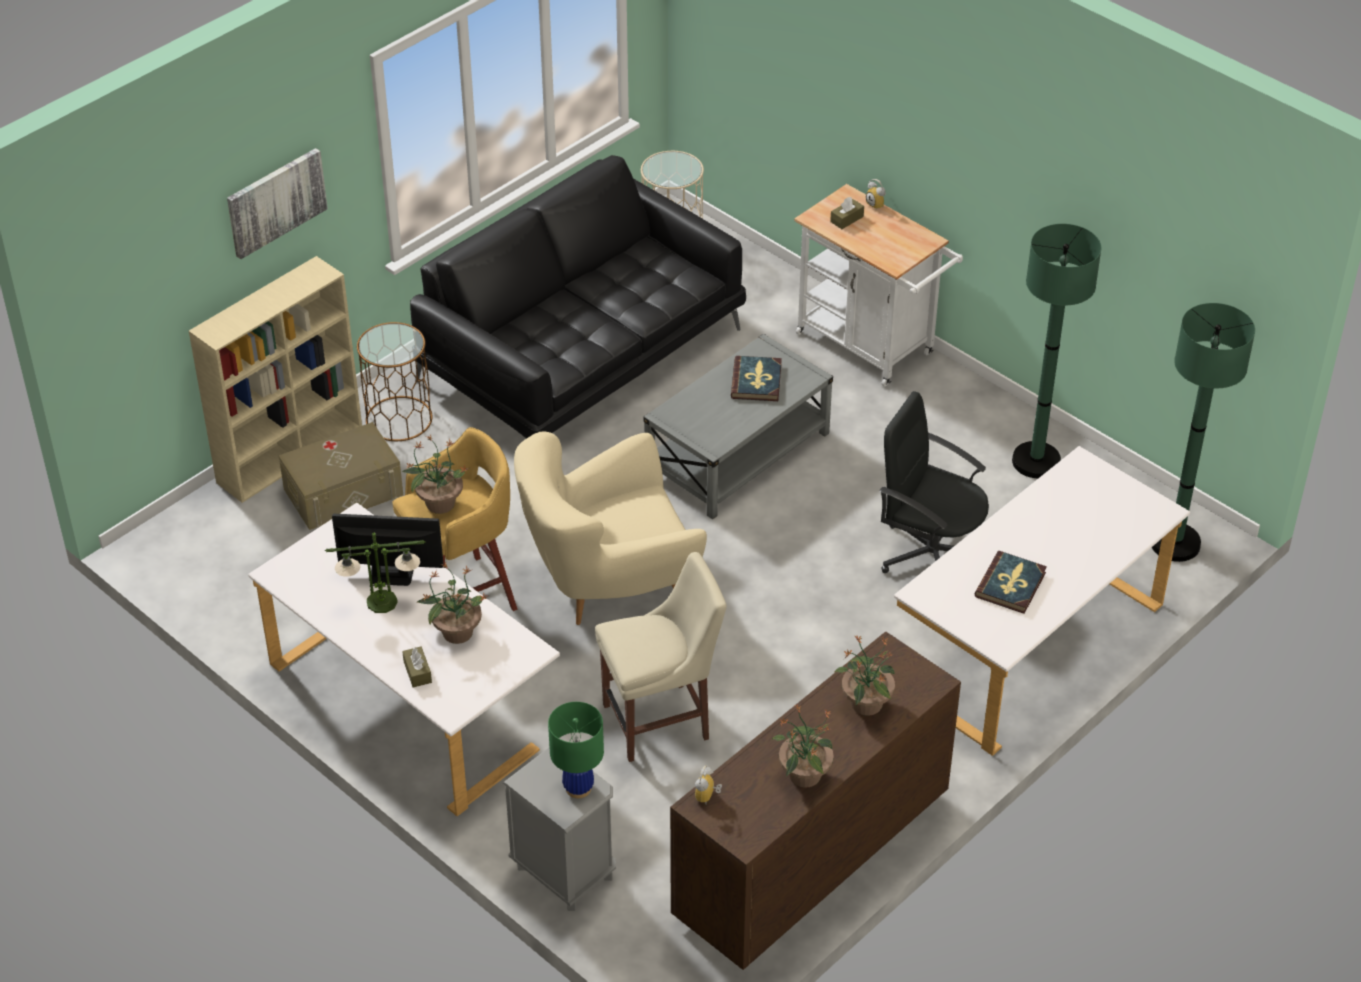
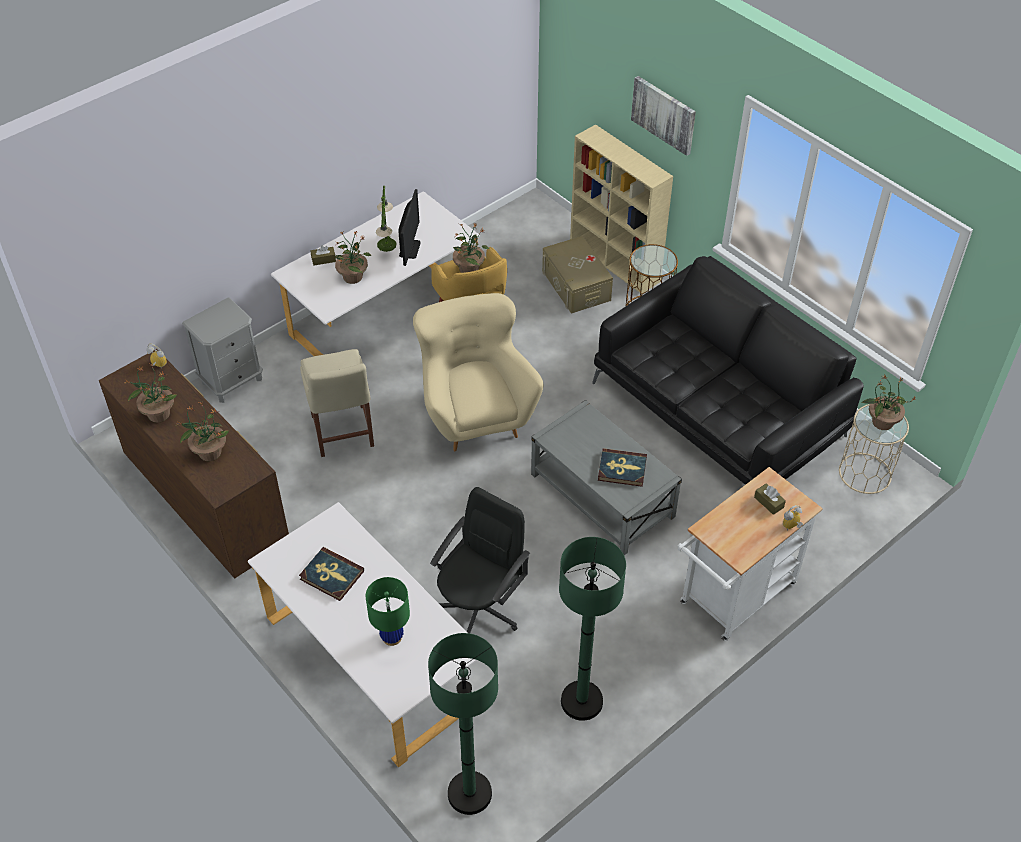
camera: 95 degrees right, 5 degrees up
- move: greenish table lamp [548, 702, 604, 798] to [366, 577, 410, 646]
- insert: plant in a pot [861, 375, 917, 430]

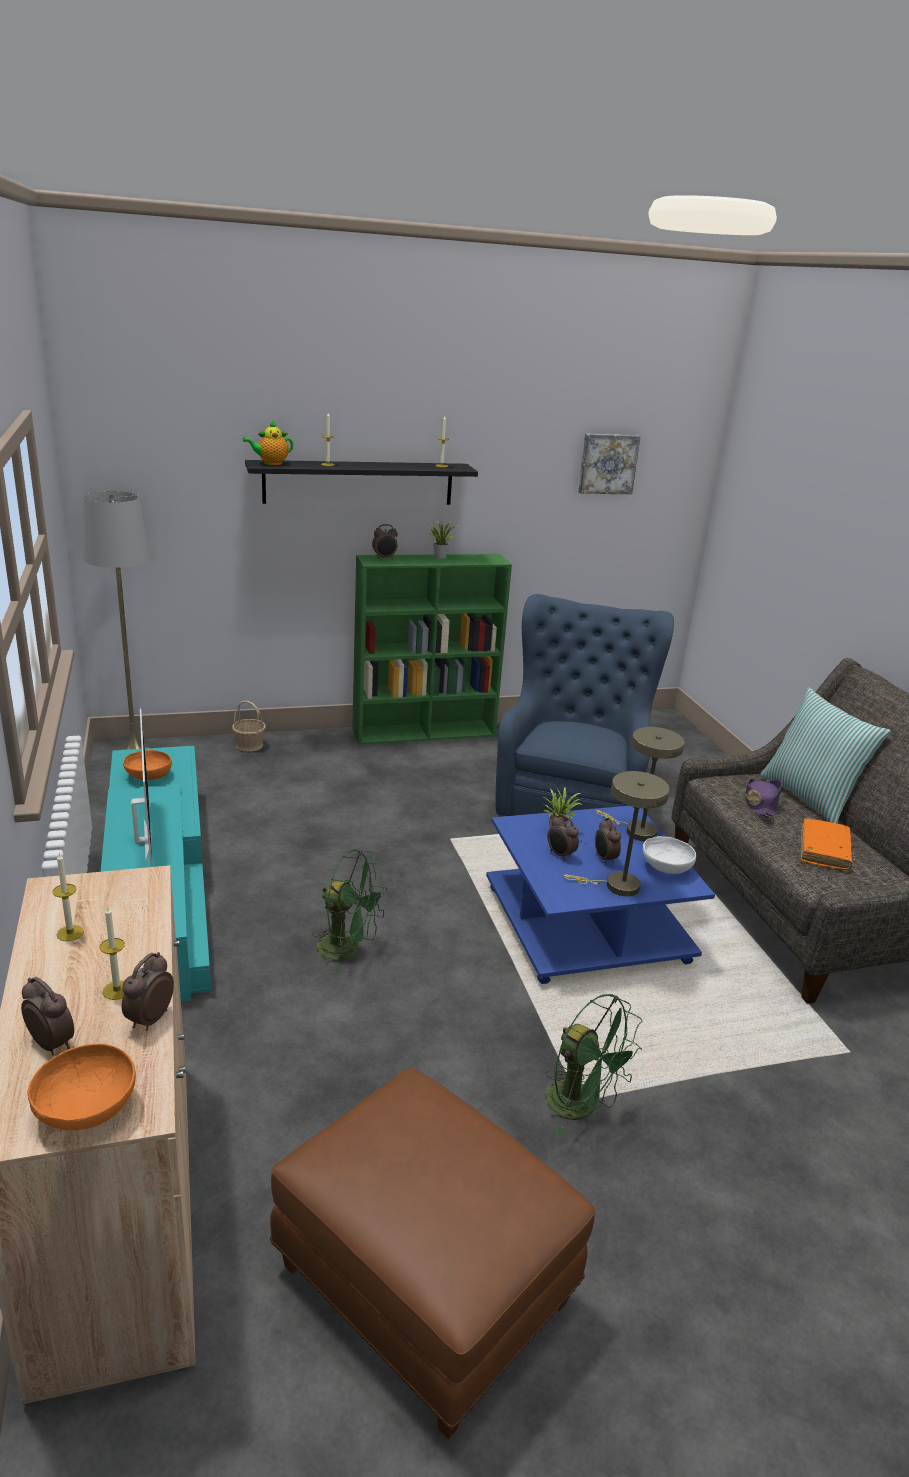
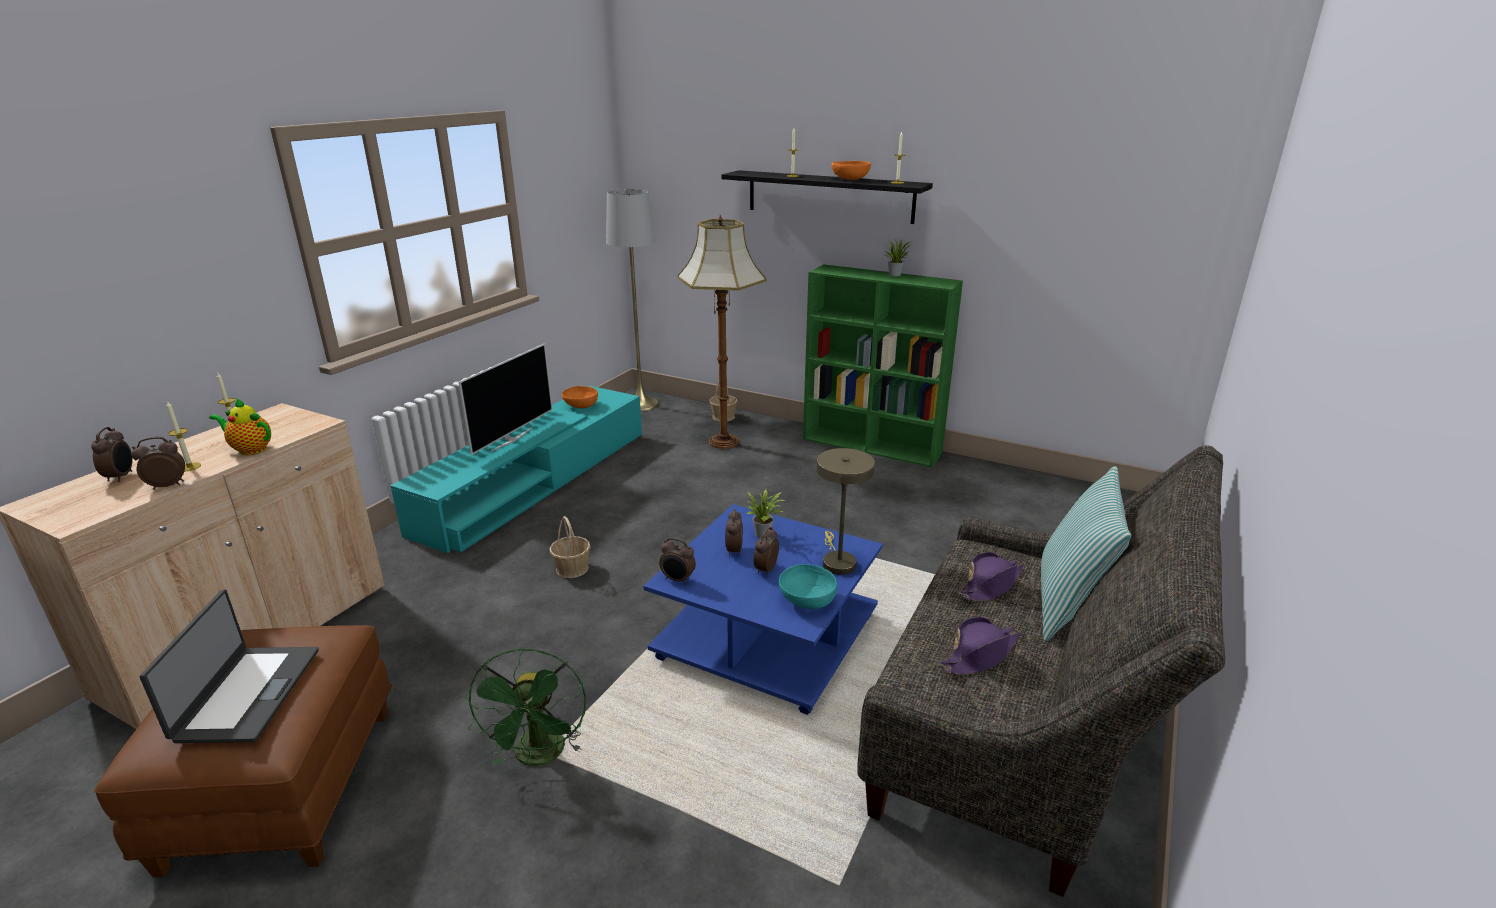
camera: 45 degrees right, 0 degrees up
- move: teapot [242, 421, 293, 465] to [209, 398, 271, 455]
- delete: wall art [578, 434, 641, 494]
- move: bedside clock [372, 524, 398, 559] to [659, 537, 696, 585]
- delete: bluish easy chair [495, 594, 674, 816]
- delete: beige table lamp [564, 771, 670, 896]
- replace: orange bound book [801, 818, 852, 870] to purple-coloured wearable hat [940, 617, 1021, 675]
- recolor: whitish serving bowl [643, 836, 696, 874] to turquoise serving bowl [779, 564, 837, 609]
- replace: greenish electric fan [312, 849, 387, 974] to storage basket [549, 516, 590, 578]
- move: orange serving bowl [27, 1044, 136, 1130] to [832, 161, 871, 180]
- insert: floor lamp [677, 215, 766, 449]
- insert: portable computer [140, 589, 319, 743]

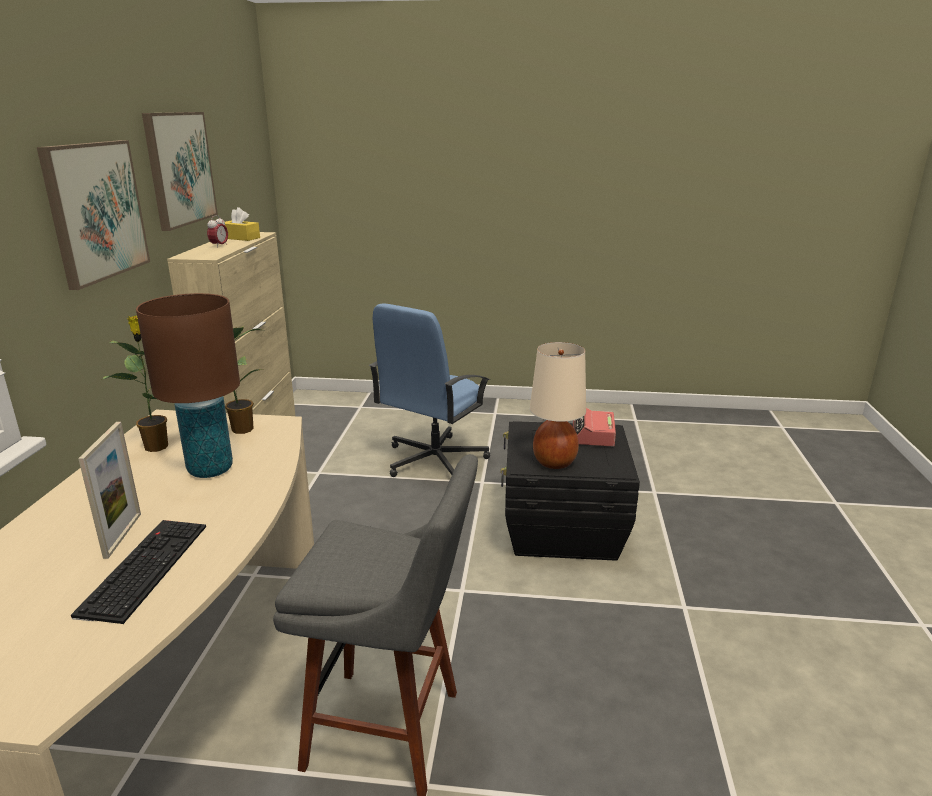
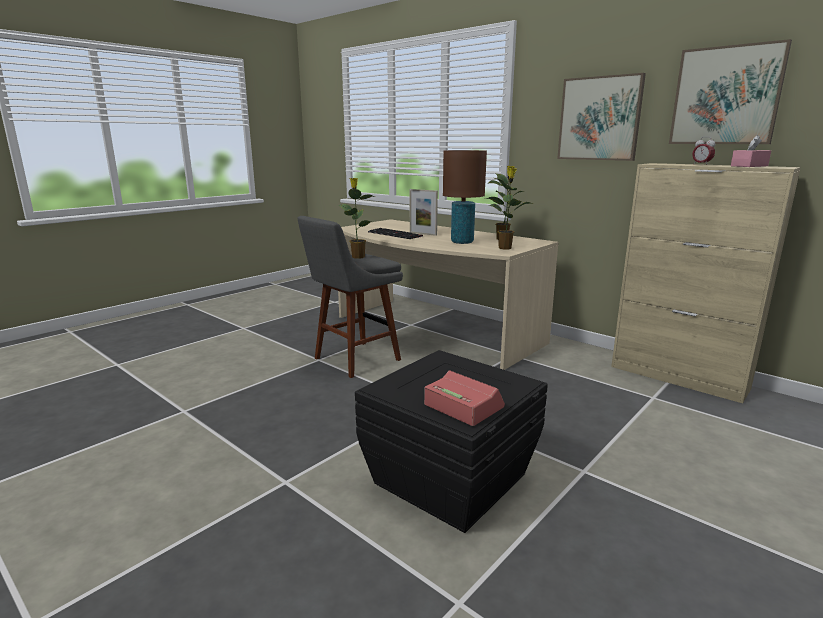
camera: 125 degrees right, 5 degrees down
- recolor: yellow tissue box [225, 207, 260, 241] to pink-coloured tissue box [731, 135, 771, 167]
- delete: bluish computer chair [369, 303, 490, 477]
- delete: beige table lamp [530, 342, 586, 469]
- insert: plant in a pot [338, 178, 375, 259]

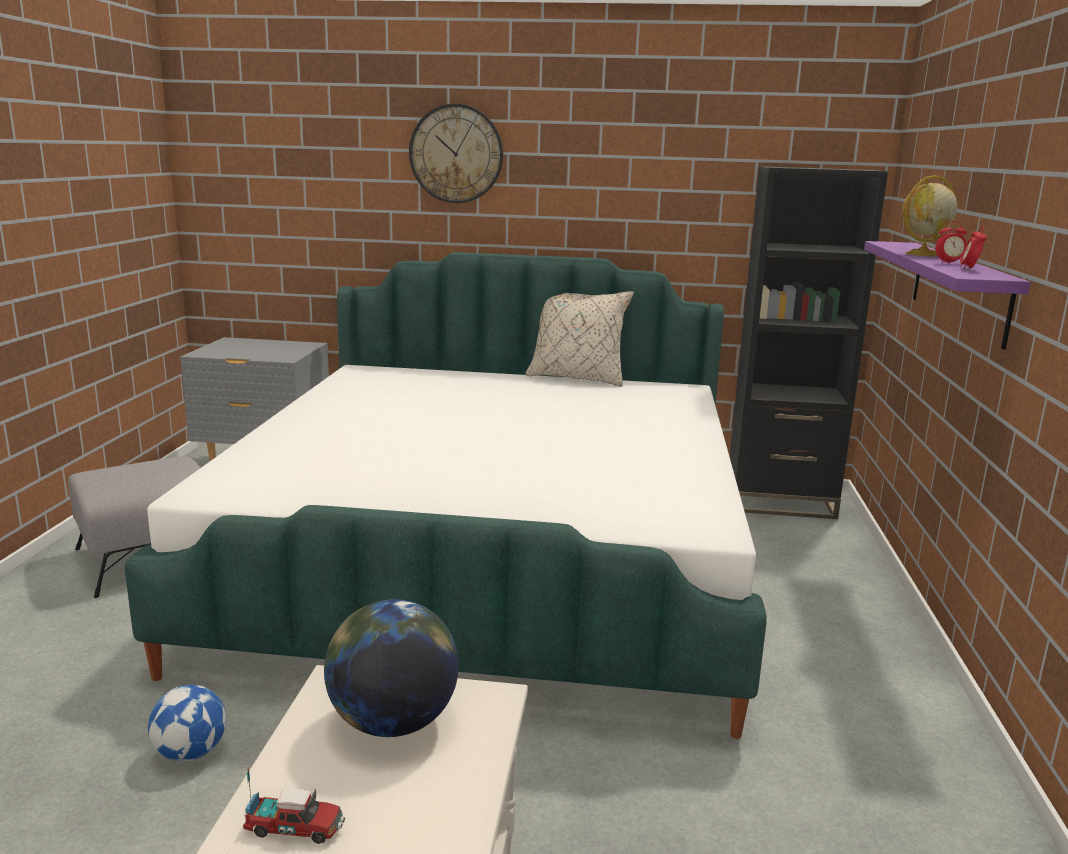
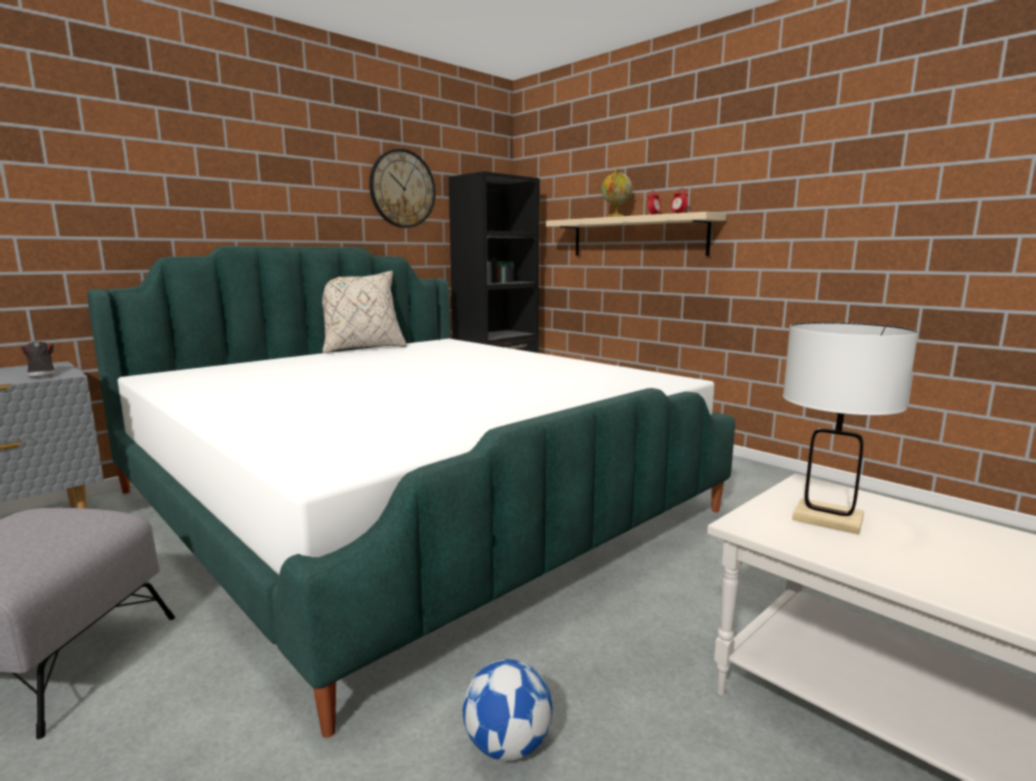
camera: 50 degrees left, 5 degrees down
- move: clock on the wall [409, 104, 503, 203] to [369, 149, 436, 228]
- recolor: purple-coloured wall shelf [864, 241, 1031, 350] to beige wall shelf [546, 212, 726, 256]
- replace: desk globe [324, 599, 459, 737] to whitish table lamp [783, 322, 918, 535]
- delete: toy truck [243, 768, 345, 844]
- insert: black item of footwear [21, 342, 55, 377]

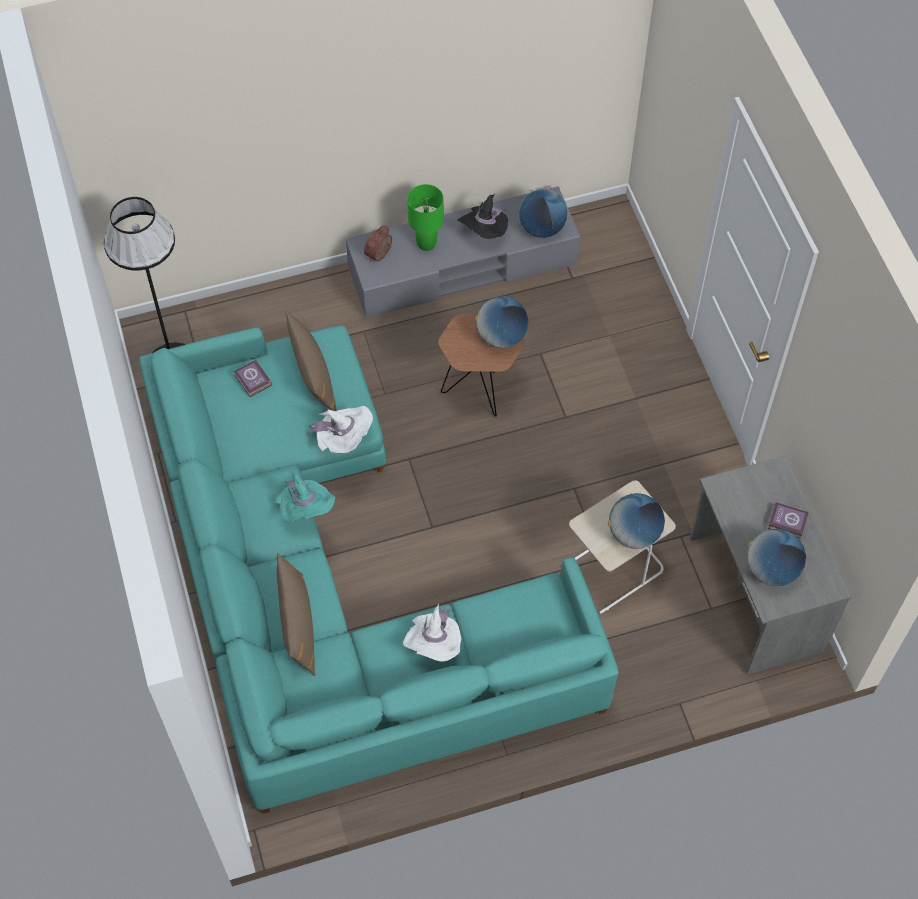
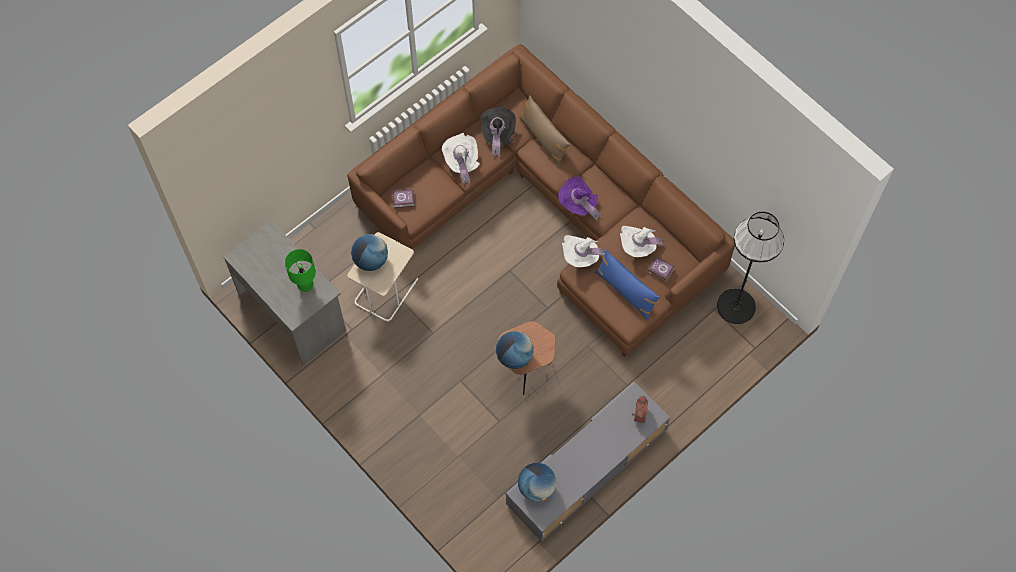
camera: 155 degrees right, 5 degrees up
- move: greenish table lamp [407, 184, 444, 251] to [285, 249, 316, 292]
- move: black wearable hat [457, 194, 508, 239] to [480, 107, 516, 157]
- recolor: brown cushion [286, 310, 337, 411] to bluish cushion [595, 250, 660, 320]
- recolor: turquoise settee [140, 325, 619, 814] to brown settee [347, 44, 735, 357]
- recolor: turquoise wearable hat [275, 472, 335, 522] to purple-coloured wearable hat [558, 176, 601, 220]
- move: bound book [768, 503, 809, 539] to [392, 188, 415, 208]
- delete: desk globe [747, 529, 806, 586]
- insert: whitish wearable hat [620, 226, 665, 257]

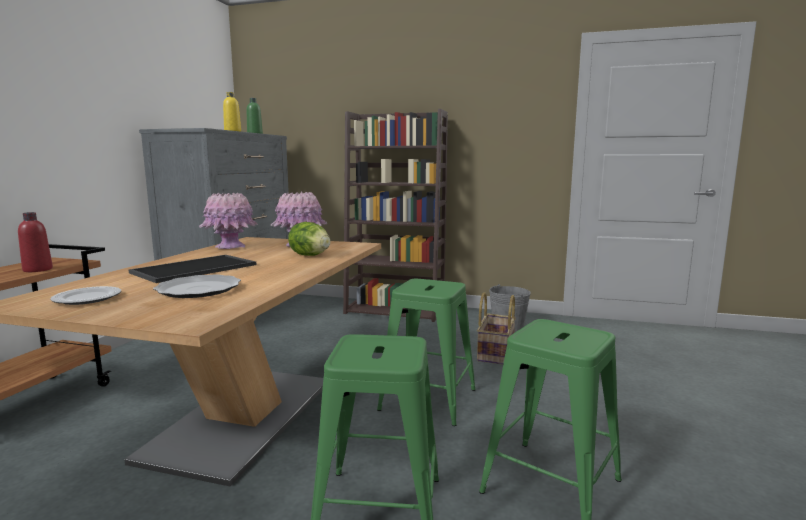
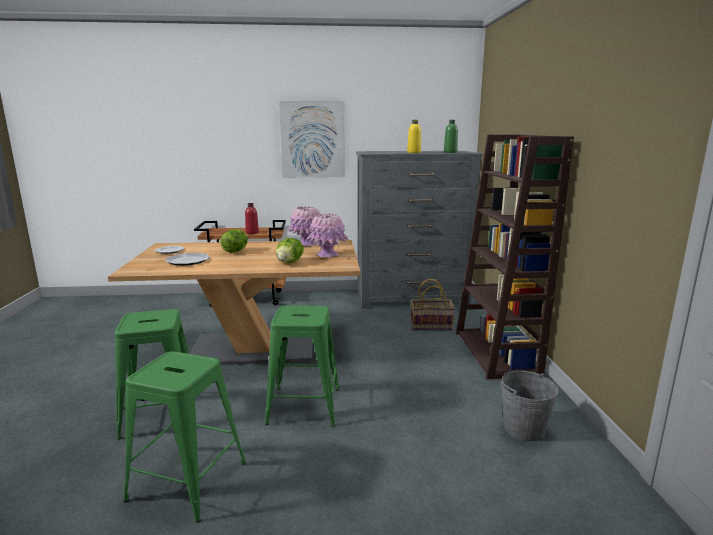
camera: 70 degrees right, 5 degrees up
- replace: carrying tray [129, 255, 256, 283] to lettuce [220, 229, 248, 253]
- move: storage basket [477, 292, 516, 365] to [411, 279, 455, 330]
- insert: wall art [279, 101, 345, 178]

